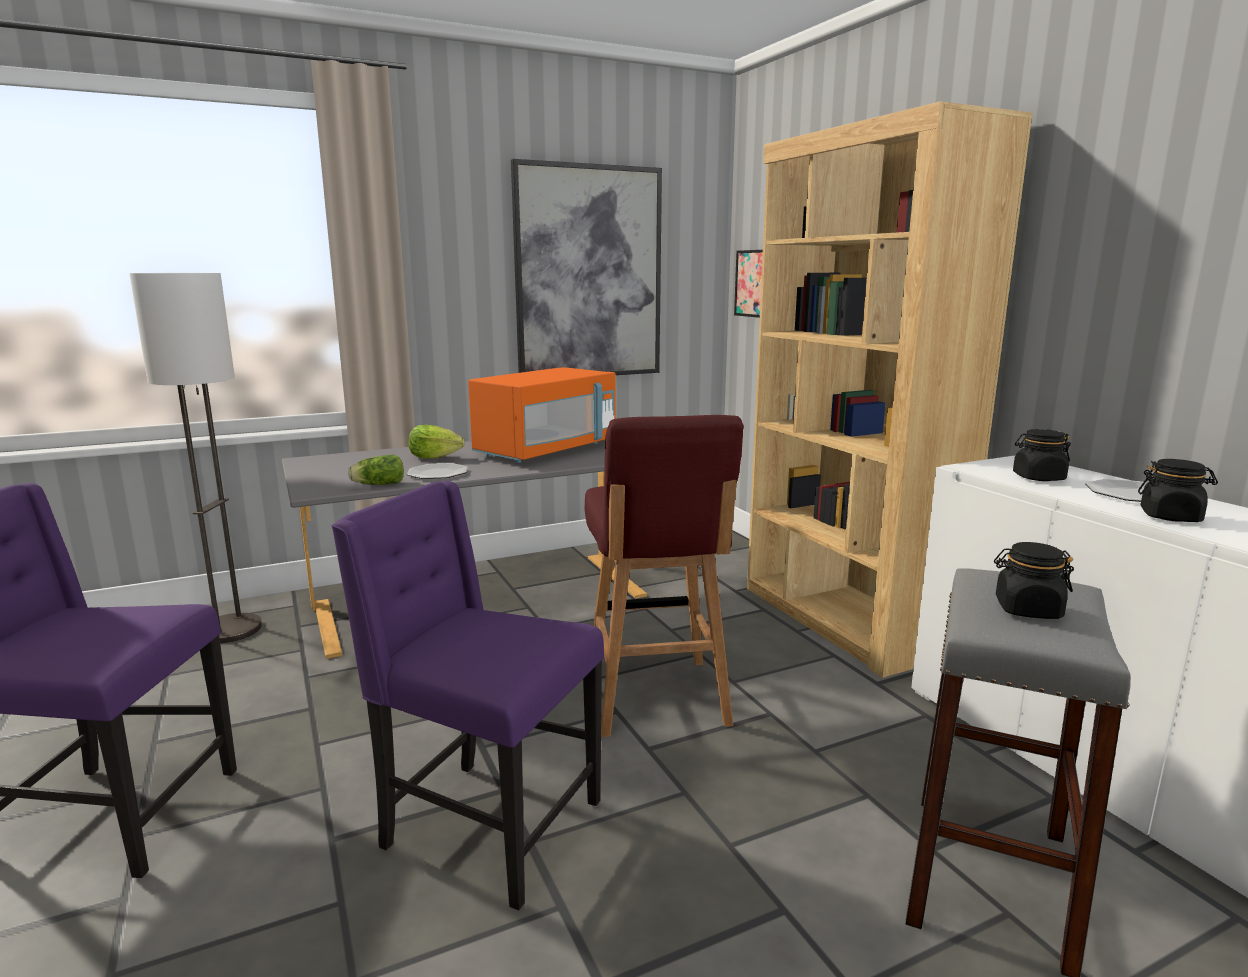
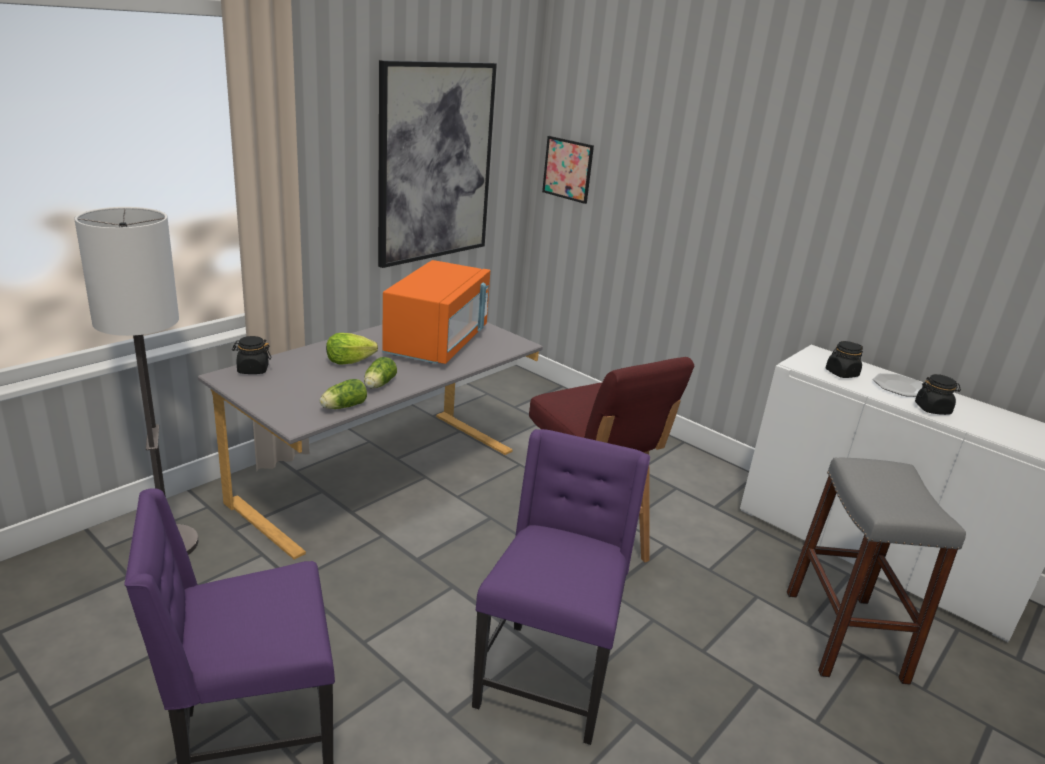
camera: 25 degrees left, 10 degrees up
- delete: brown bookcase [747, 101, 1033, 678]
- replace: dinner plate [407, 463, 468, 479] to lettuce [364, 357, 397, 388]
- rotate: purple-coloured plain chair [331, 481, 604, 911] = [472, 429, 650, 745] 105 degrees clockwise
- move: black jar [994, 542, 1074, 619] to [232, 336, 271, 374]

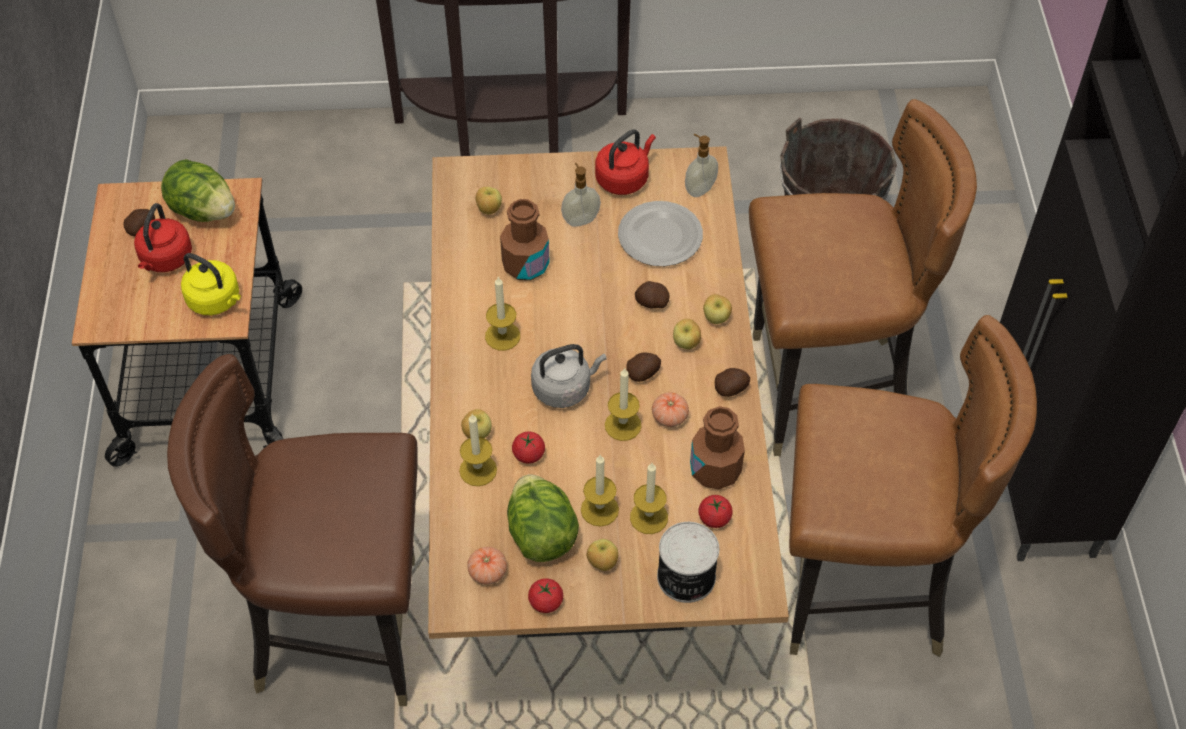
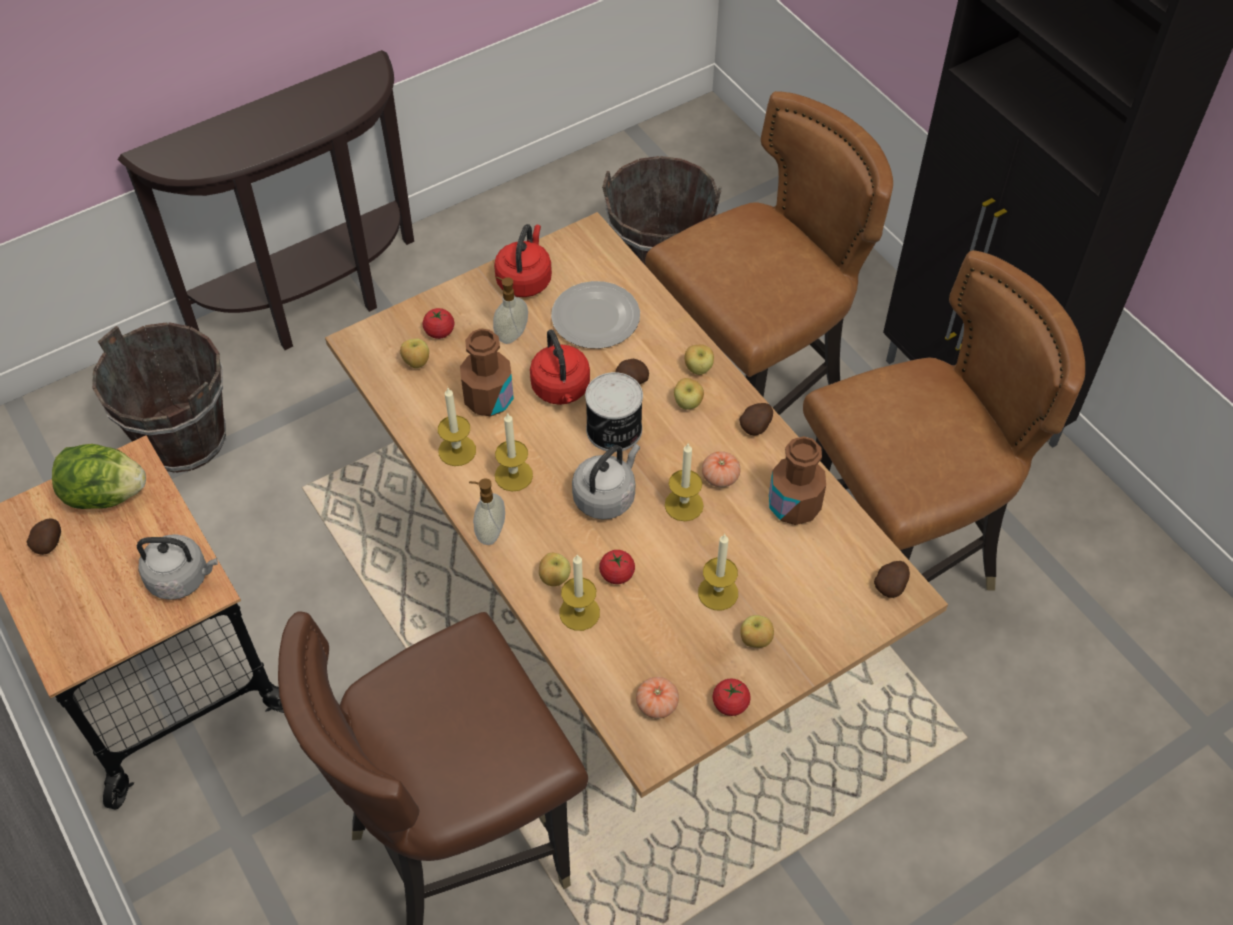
camera: 30 degrees left, 0 degrees up
- move: liquid soap bottle [685, 134, 718, 197] to [469, 479, 505, 545]
- move: red kettle [134, 203, 192, 272] to [530, 330, 590, 405]
- recolor: yellow kettle [181, 253, 241, 315] to gray kettle [137, 534, 218, 600]
- move: spud [626, 353, 661, 382] to [874, 561, 910, 598]
- move: wax light [630, 463, 668, 534] to [438, 388, 476, 466]
- delete: lettuce [507, 474, 579, 562]
- move: whole tomato [698, 495, 733, 528] to [423, 308, 454, 339]
- move: sealed can [657, 522, 719, 603] to [585, 372, 643, 452]
- insert: brown water bucket [92, 322, 226, 473]

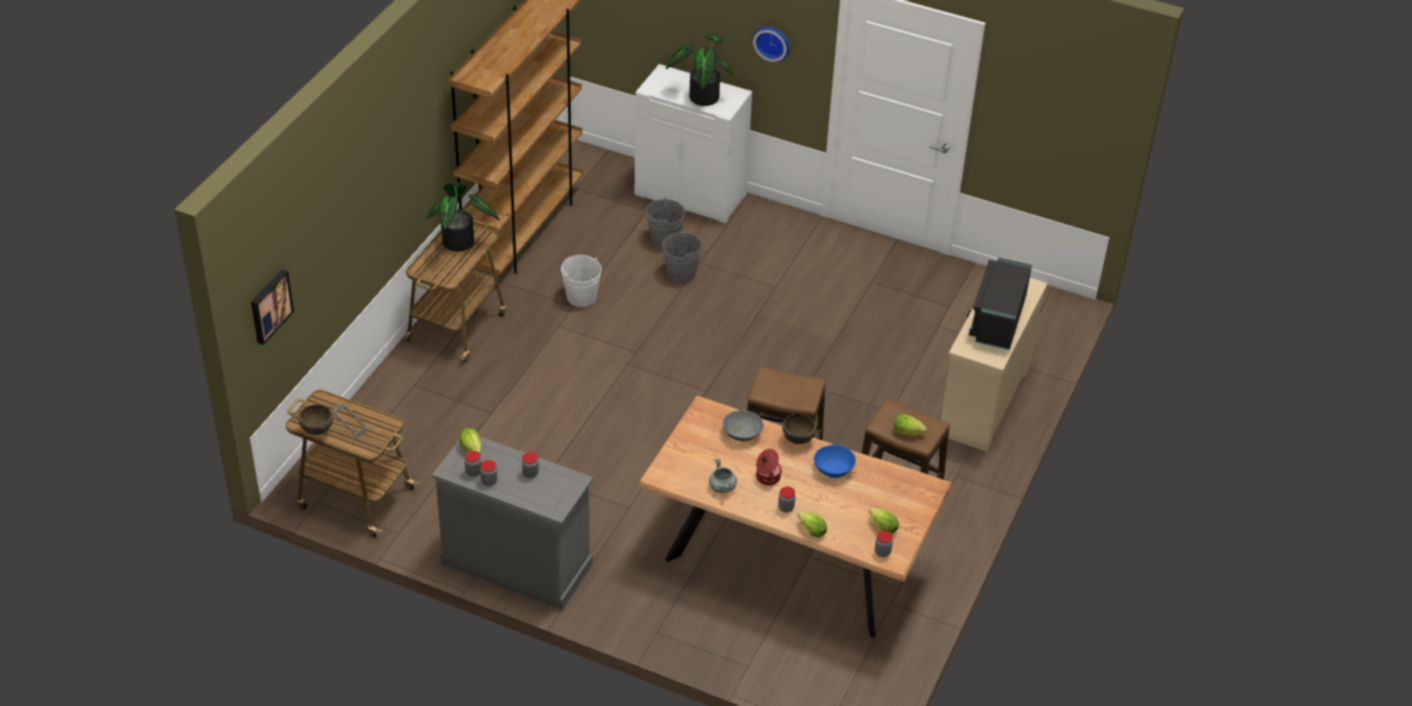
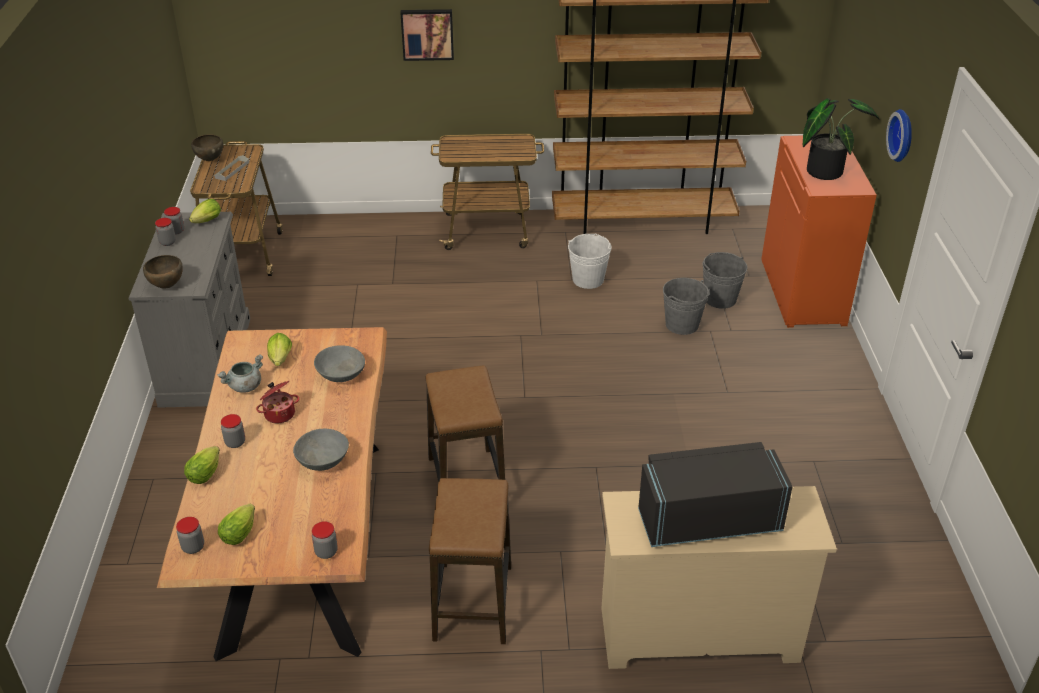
camera: 65 degrees right, 5 degrees down
- recolor: whitish cabinet [635, 64, 752, 224] to orange cabinet [761, 136, 877, 328]
- delete: plant in a pot [427, 183, 499, 252]
- move: wall art [251, 269, 294, 345] to [400, 9, 454, 61]
- move: brown serving bowl [782, 414, 817, 444] to [143, 255, 183, 288]
- move: lettuce [894, 414, 927, 436] to [267, 333, 292, 366]
- recolor: bluish serving bowl [814, 445, 856, 478] to gray serving bowl [293, 429, 349, 471]
- move: jar [522, 452, 539, 478] to [312, 521, 338, 559]

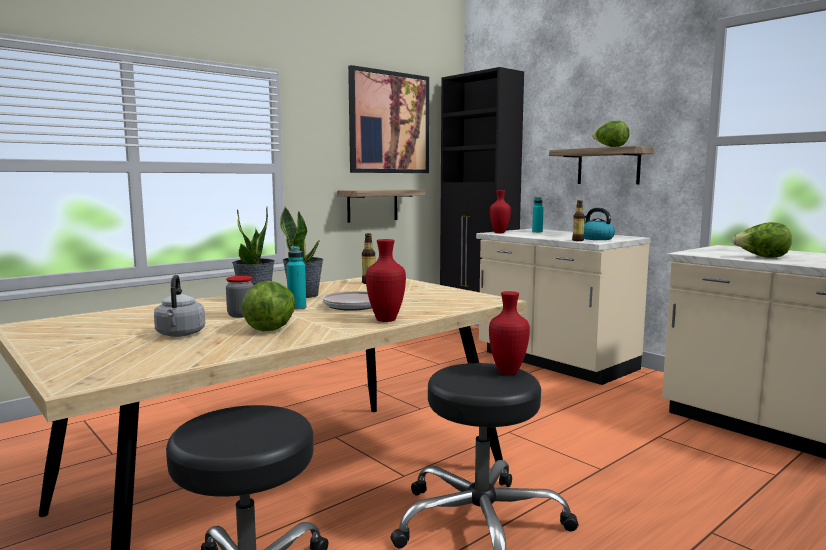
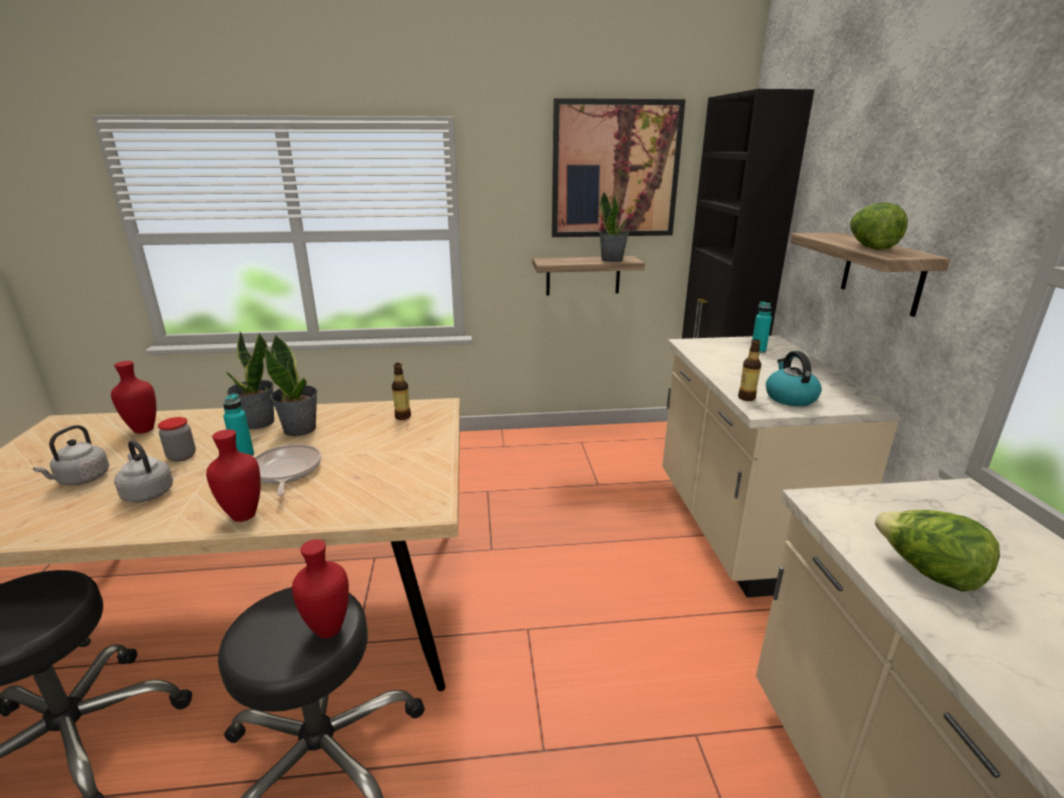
camera: 35 degrees right, 15 degrees up
- move: red vase [490, 190, 511, 233] to [111, 361, 156, 434]
- replace: lettuce [242, 281, 296, 331] to gray kettle [114, 440, 173, 503]
- insert: plant in a pot [599, 192, 629, 262]

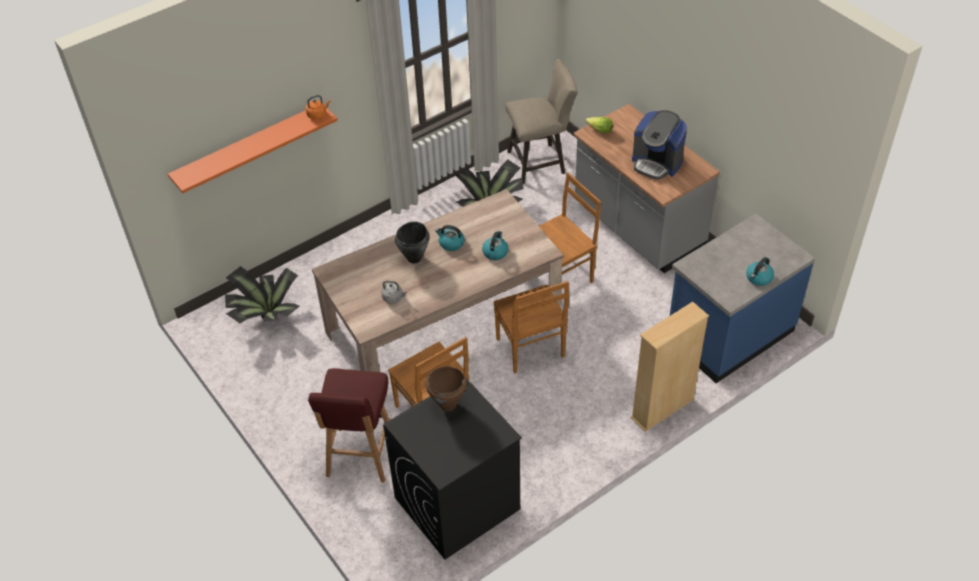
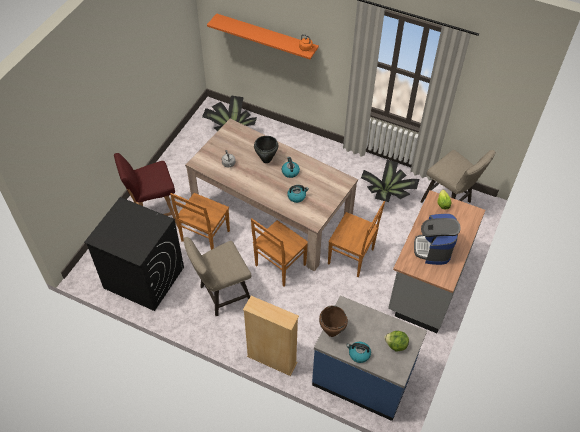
camera: 60 degrees right, 5 degrees up
- move: brown saucepot [426, 366, 467, 411] to [319, 305, 348, 337]
- insert: beige sitting stool [184, 237, 252, 316]
- insert: lettuce [384, 331, 409, 352]

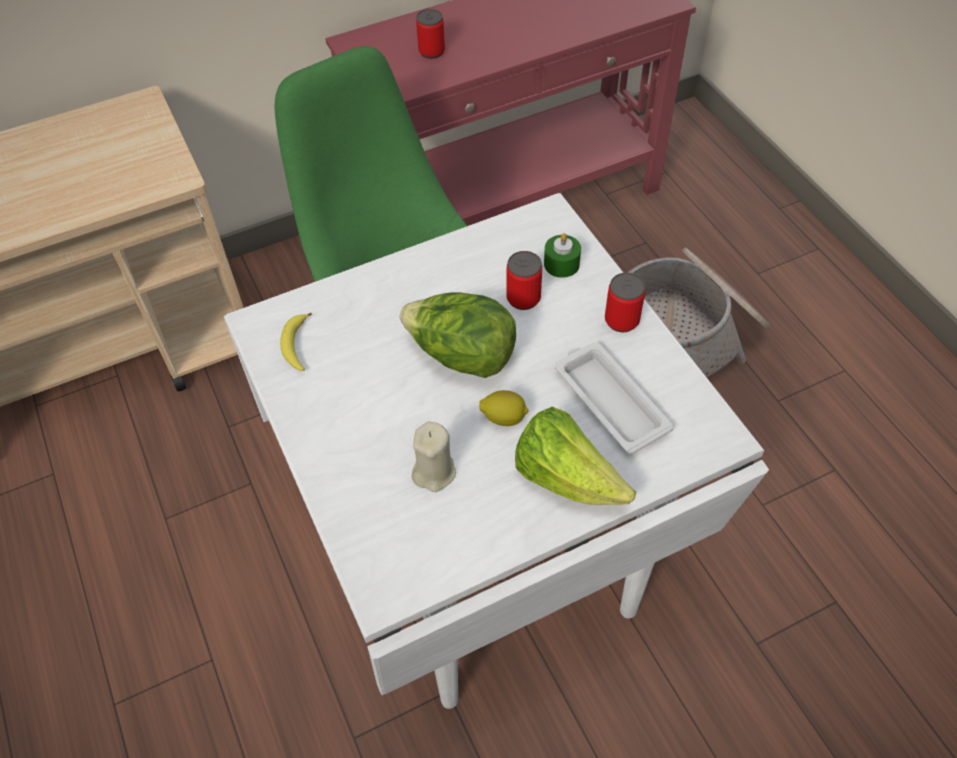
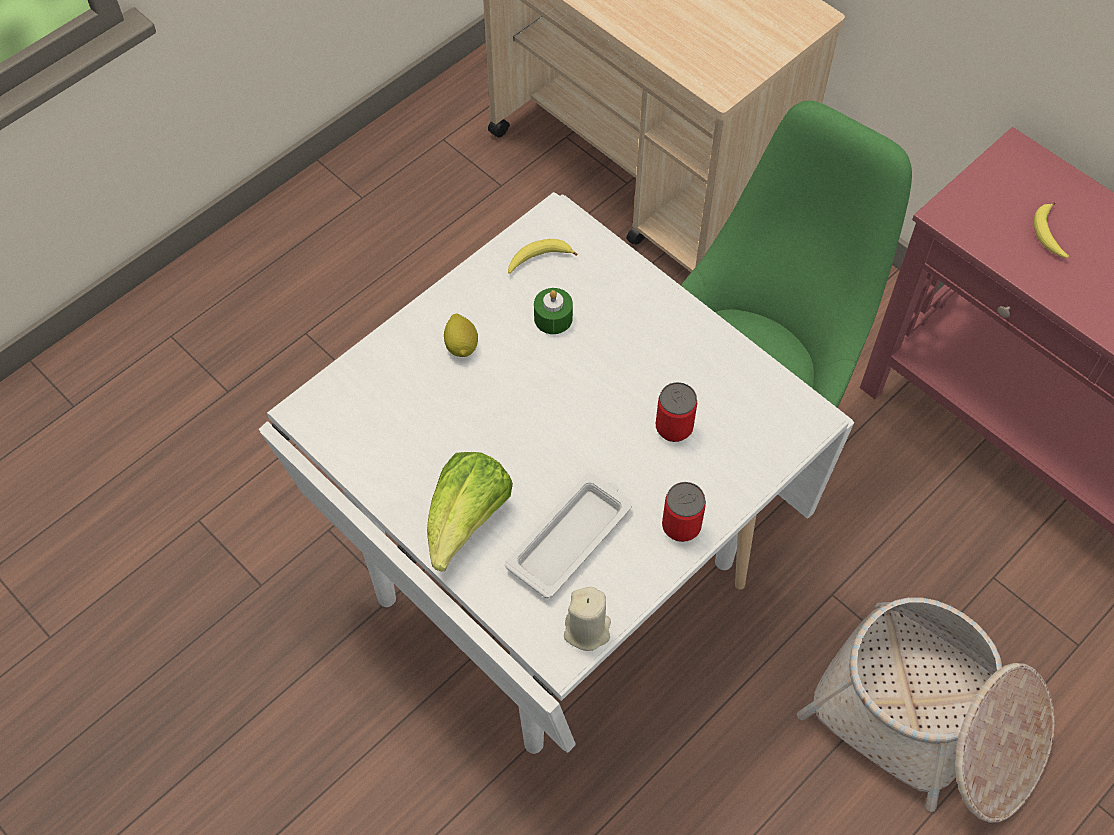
camera: 70 degrees right, 5 degrees up
- replace: sealed can [416, 9, 445, 59] to banana [1034, 202, 1069, 258]
- move: greenish wax light [544, 233, 581, 278] to [534, 288, 573, 334]
- delete: lettuce [400, 292, 516, 378]
- move: citrus fruit [479, 390, 529, 426] to [444, 313, 478, 357]
- move: beige wax light [412, 421, 456, 492] to [564, 587, 611, 651]

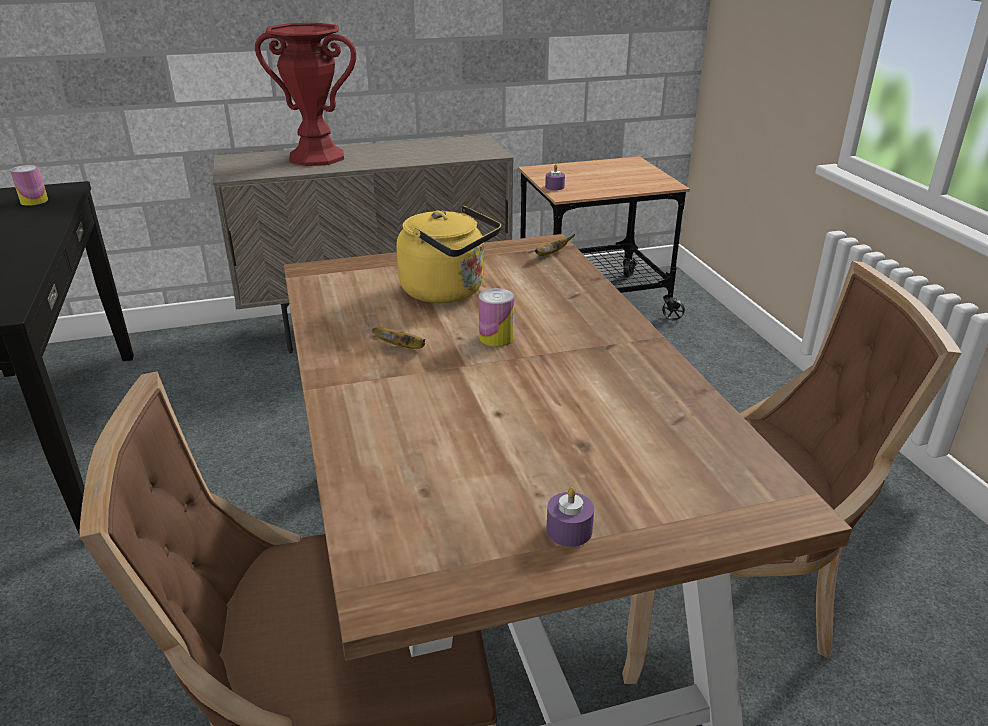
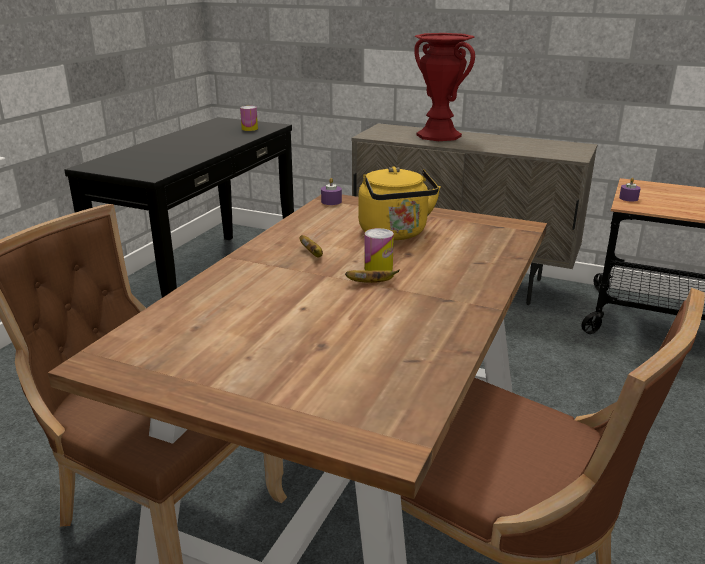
camera: 40 degrees right, 5 degrees down
- move: banana [535, 234, 575, 256] to [345, 270, 400, 283]
- move: purple-coloured wax light [546, 487, 594, 547] to [321, 178, 342, 205]

